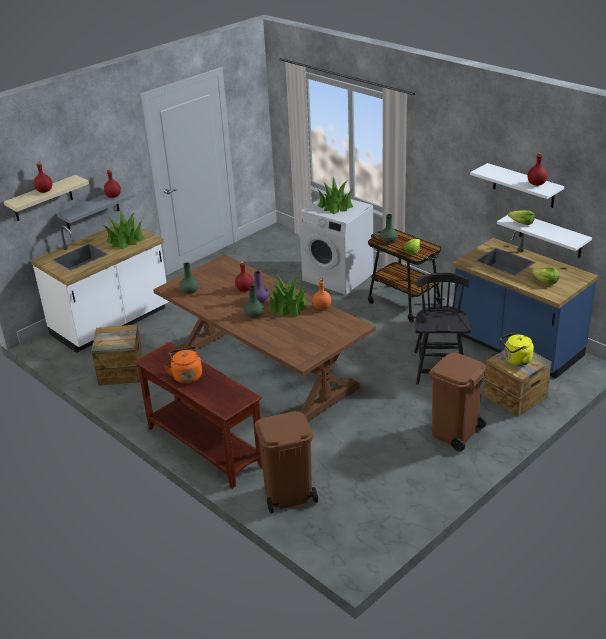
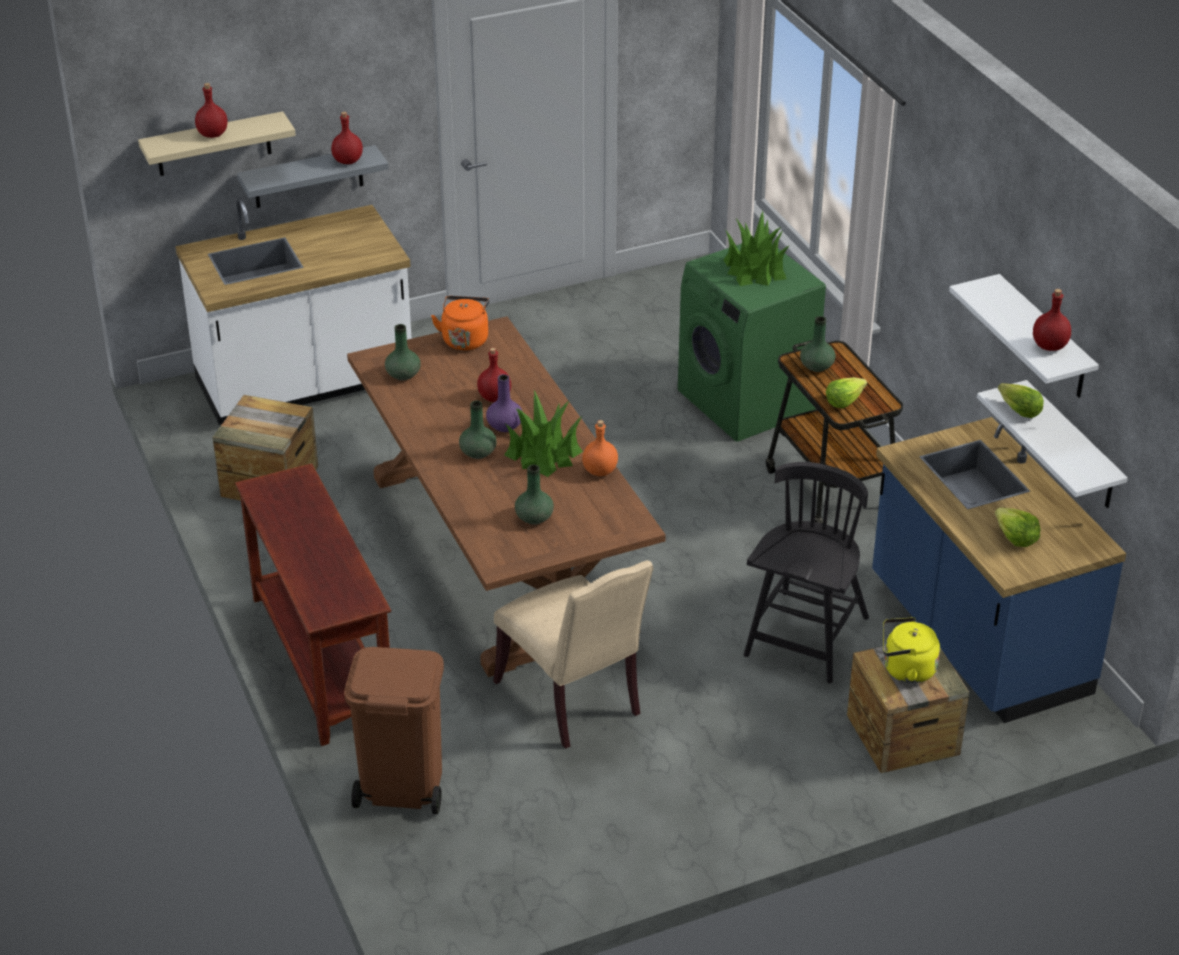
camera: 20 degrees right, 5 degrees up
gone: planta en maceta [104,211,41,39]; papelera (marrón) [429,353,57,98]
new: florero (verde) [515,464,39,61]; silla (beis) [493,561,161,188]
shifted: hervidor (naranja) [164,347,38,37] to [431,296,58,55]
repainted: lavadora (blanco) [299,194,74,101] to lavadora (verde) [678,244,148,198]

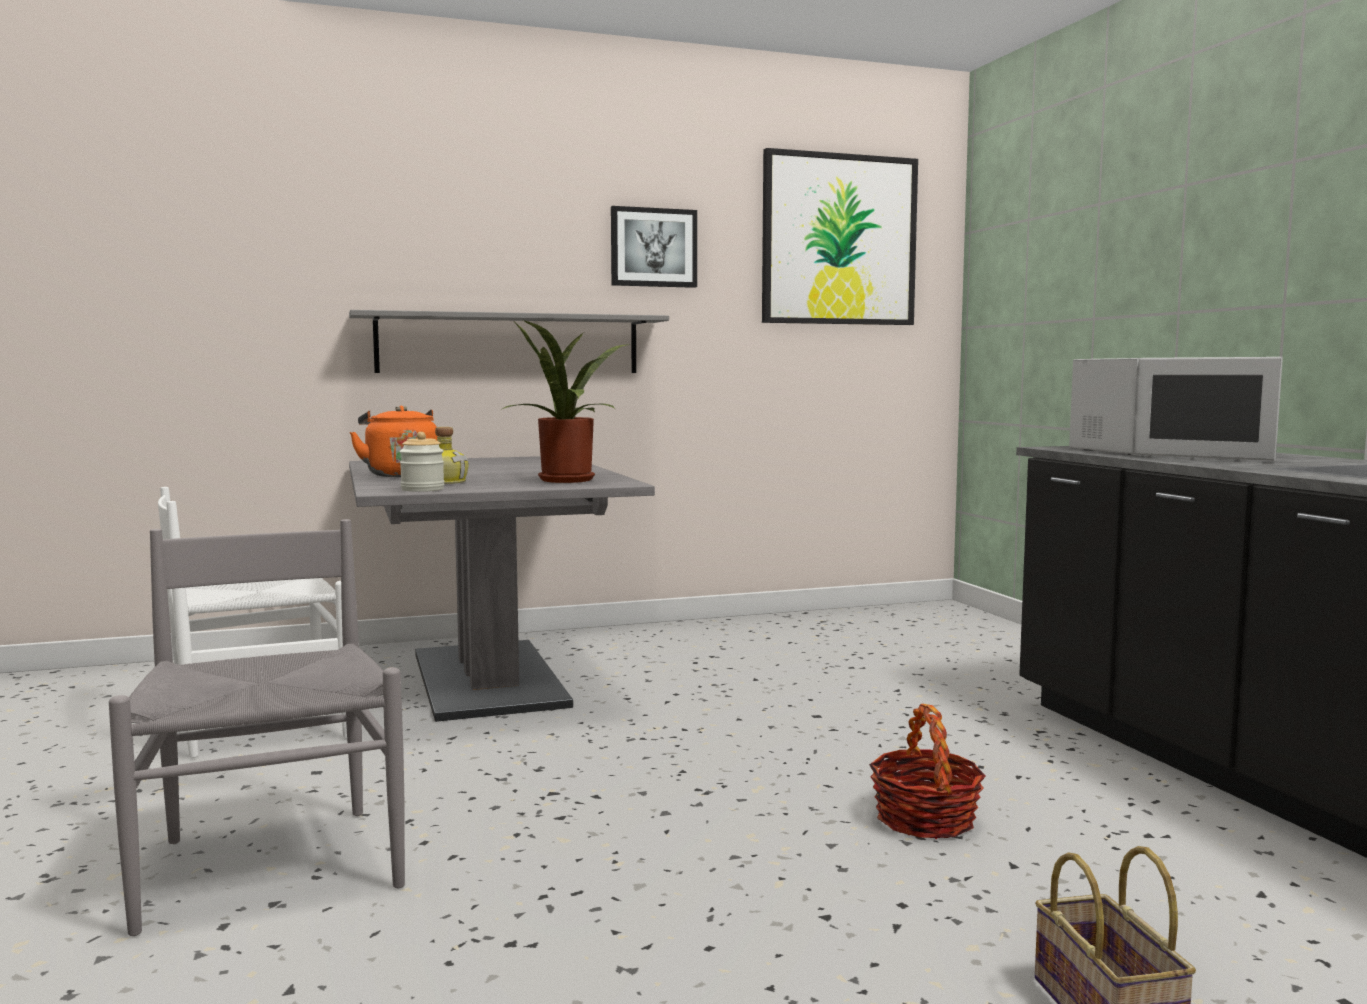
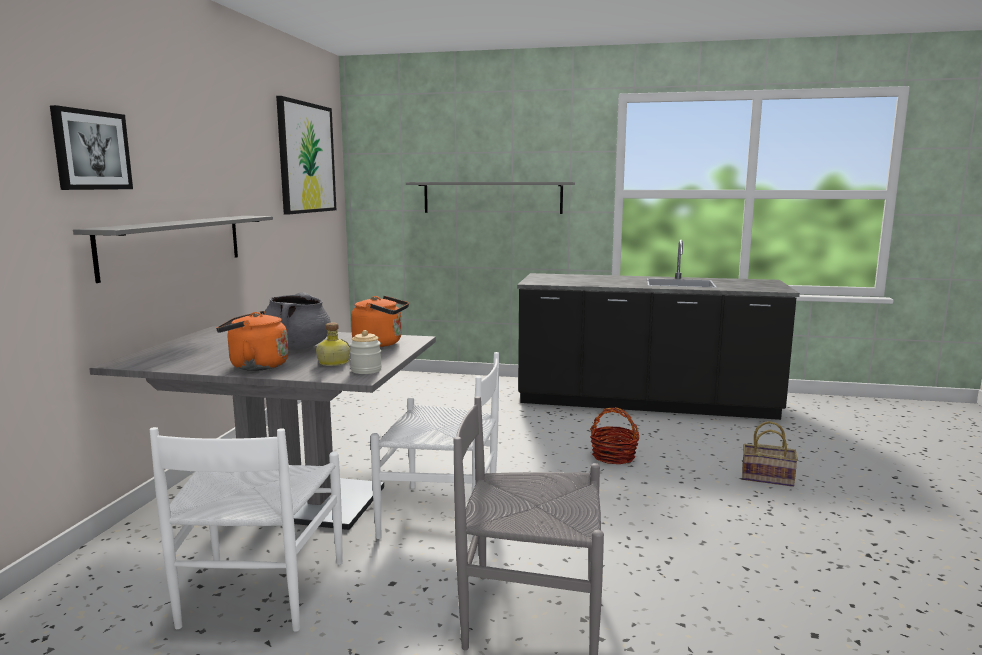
camera: 60 degrees left, 5 degrees up
gone: microondas (blanco) [1069,357,214,104]
new: estante (gris) [406,182,169,32]; olla (gris) [264,292,67,58]; silla (blanco) [371,352,128,187]
shifted: cuadro [611,206,86,82] to [50,105,83,85]
swapped: planta en maceta [500,320,130,163] to hervidor (naranja) [351,296,58,51]

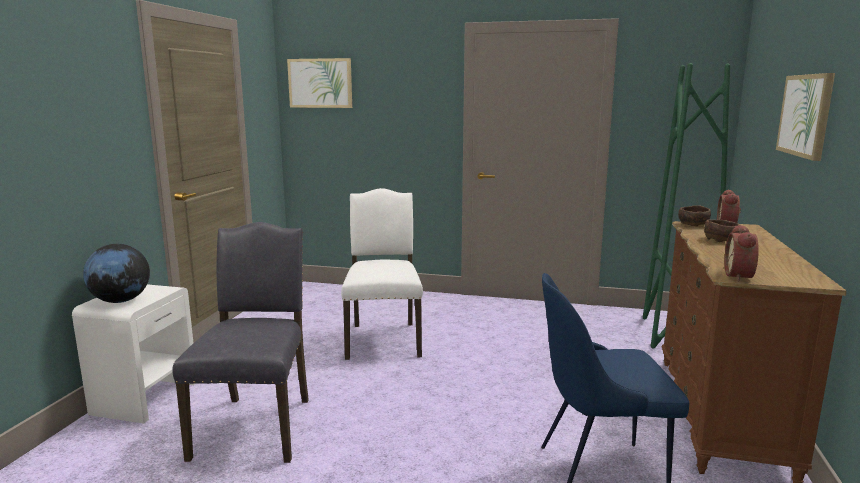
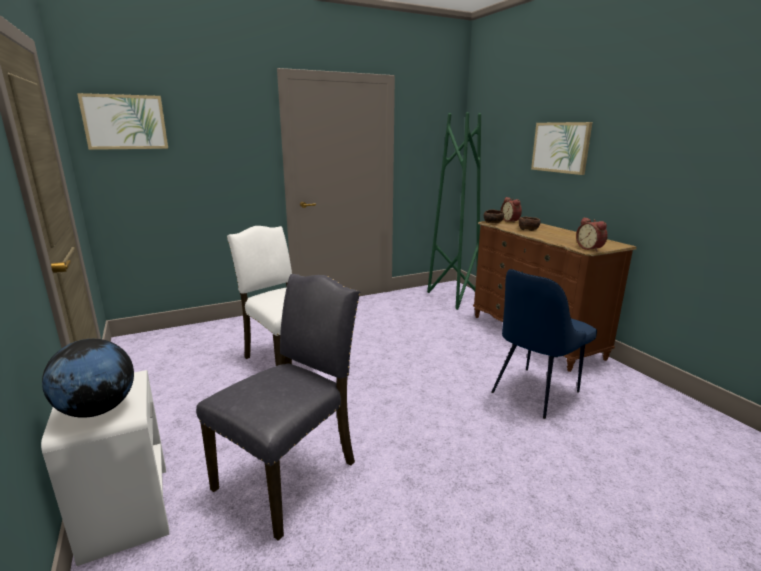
camera: 40 degrees left, 5 degrees up
rotated: silla (gris) [172,222,137,241] = [196,274,164,267] 75 degrees clockwise

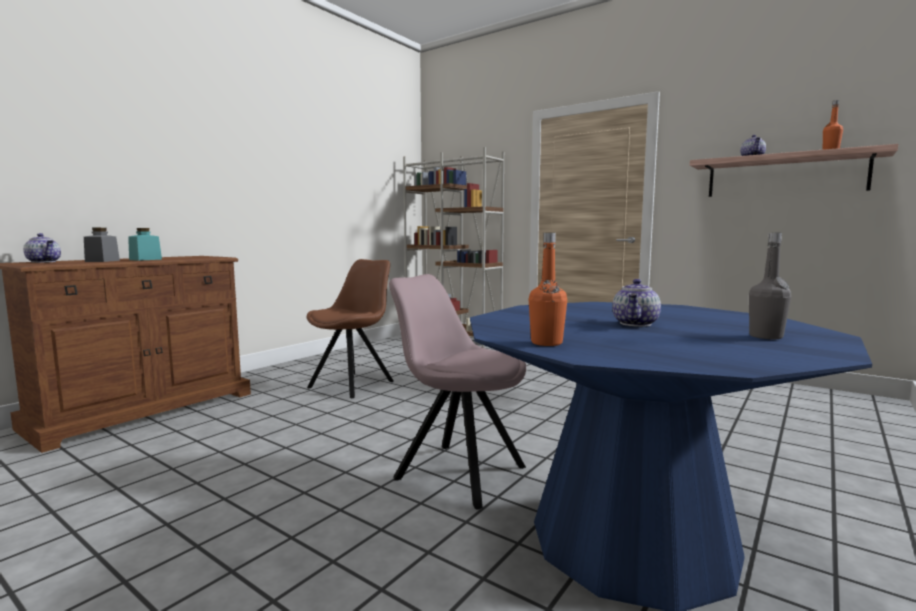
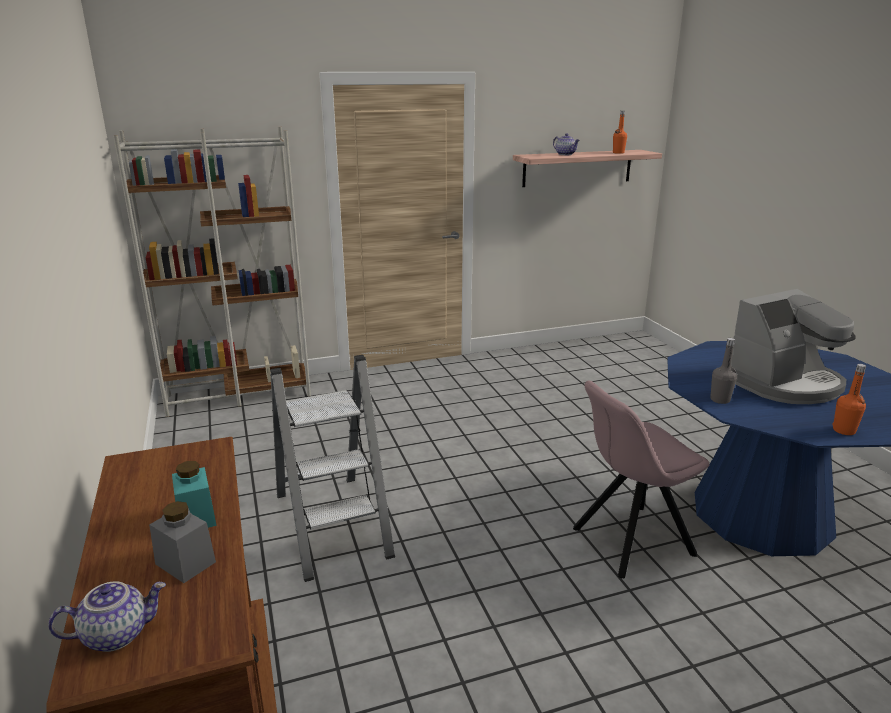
camera: 55 degrees left, 15 degrees up
shifted: botella (gris) [749,233,42,106] to [710,338,27,66]
swapped: silla (marrón) [307,259,87,139] to escalera de tijera (gris) [270,355,125,227]; tetera [612,279,49,48] to cafetera [731,289,124,115]

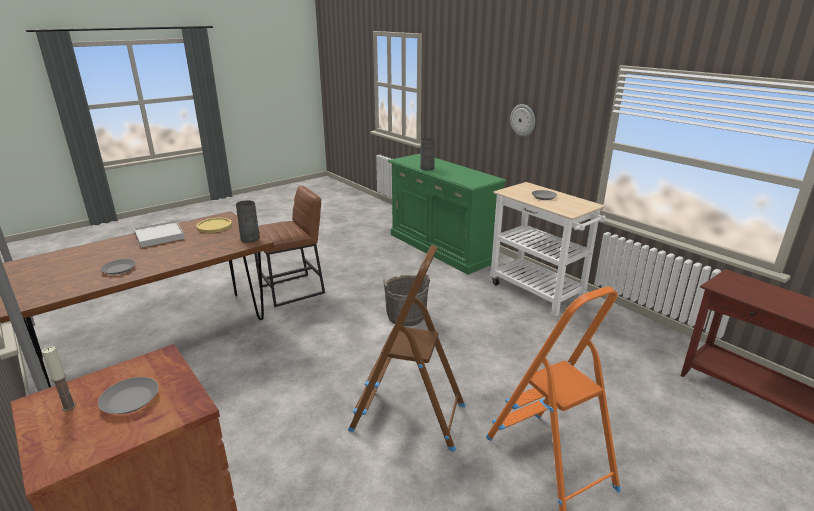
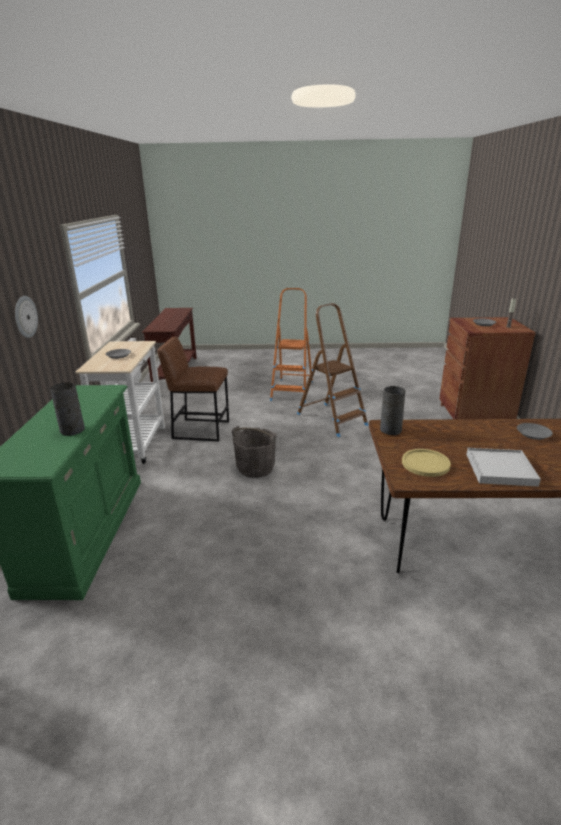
camera: 140 degrees left, 0 degrees up
shifted: silla (marrón) [255,186,70,121] to [157,337,72,105]

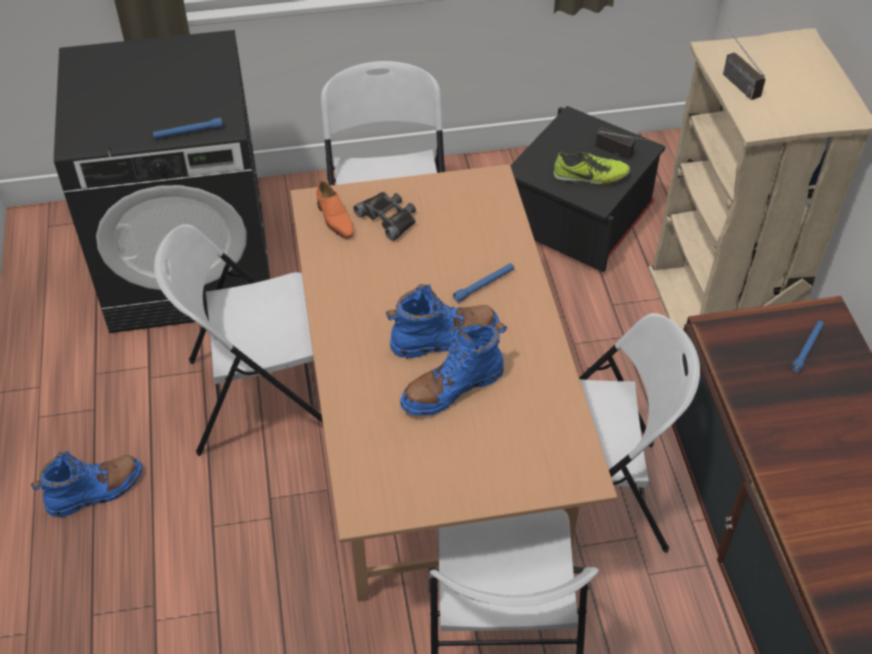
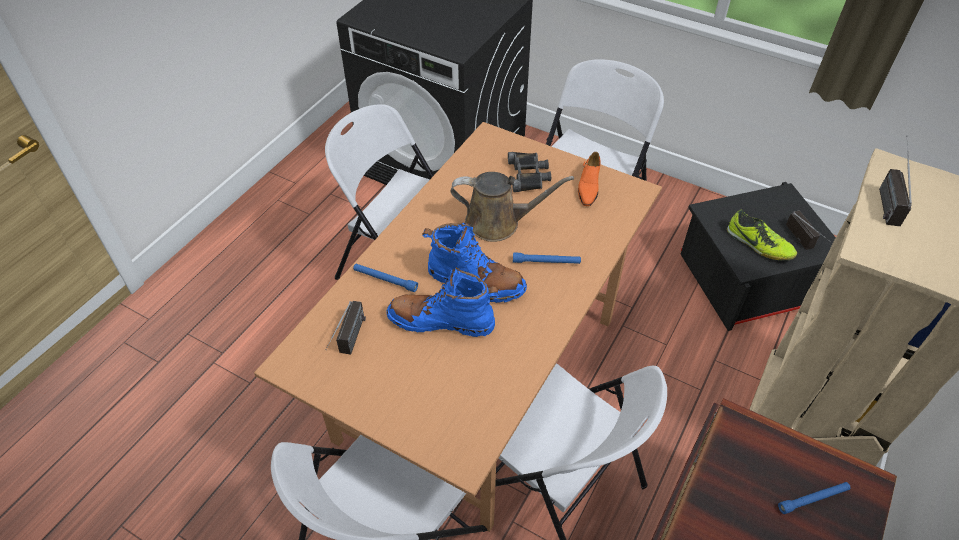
camera: 40 degrees right, 0 degrees up
gone: bota (azul) [31,451,111,66]
new: regadera (marrón) [450,172,124,70]; radio [325,301,41,54]
shifted: linterna (azul) [153,117,70,22] to [353,264,65,28]; zapato (naranja) [316,181,38,58] to [578,152,23,54]

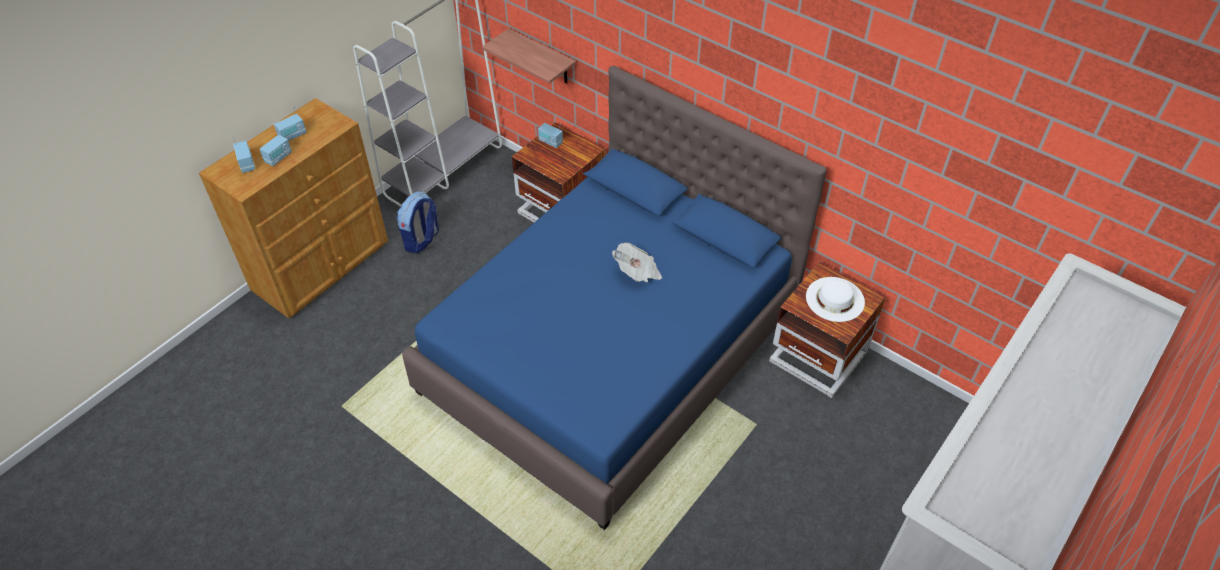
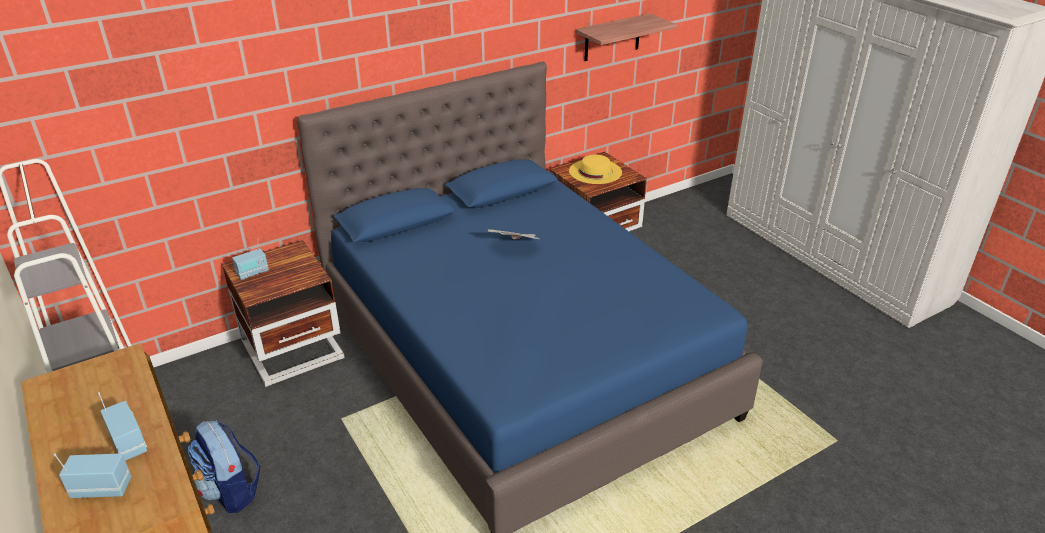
camera: 70 degrees left, 15 degrees down
gone: radio [274,106,33,35]
shifted: estante [482,28,94,56] to [575,13,103,48]
repainted: sombrero (blanco) [806,277,59,45] to sombrero (amarillo) [569,154,53,30]

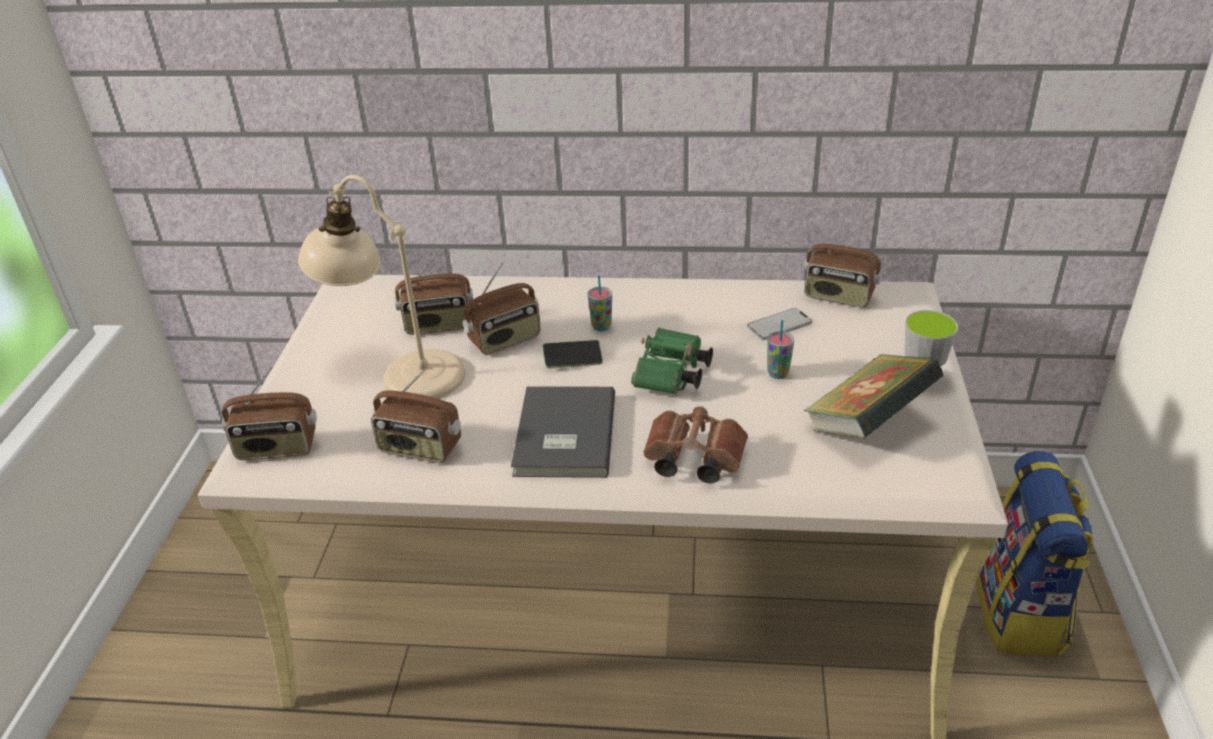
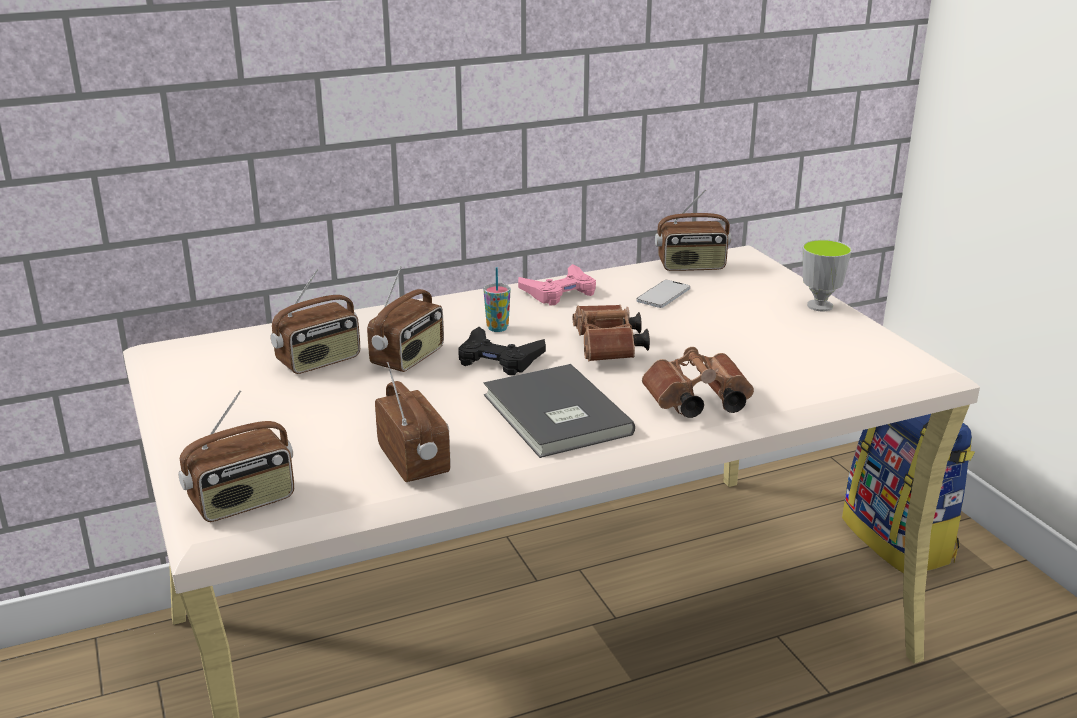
camera: 30 degrees left, 10 degrees down
gone: lámpara de mesa (beis) [298,175,167,224]; taza [767,320,27,59]; libro [804,354,139,85]
new: mando de consola (rosa) [518,264,78,41]
swapped: móvil [542,340,61,28] to mando de consola (negro) [458,327,88,48]
repainted: prismáticos (verde) [631,327,82,67] to prismáticos (marrón) [573,305,77,56]
rotated: radio [371,369,90,94] = [375,362,76,120] 105 degrees counterclockwise

